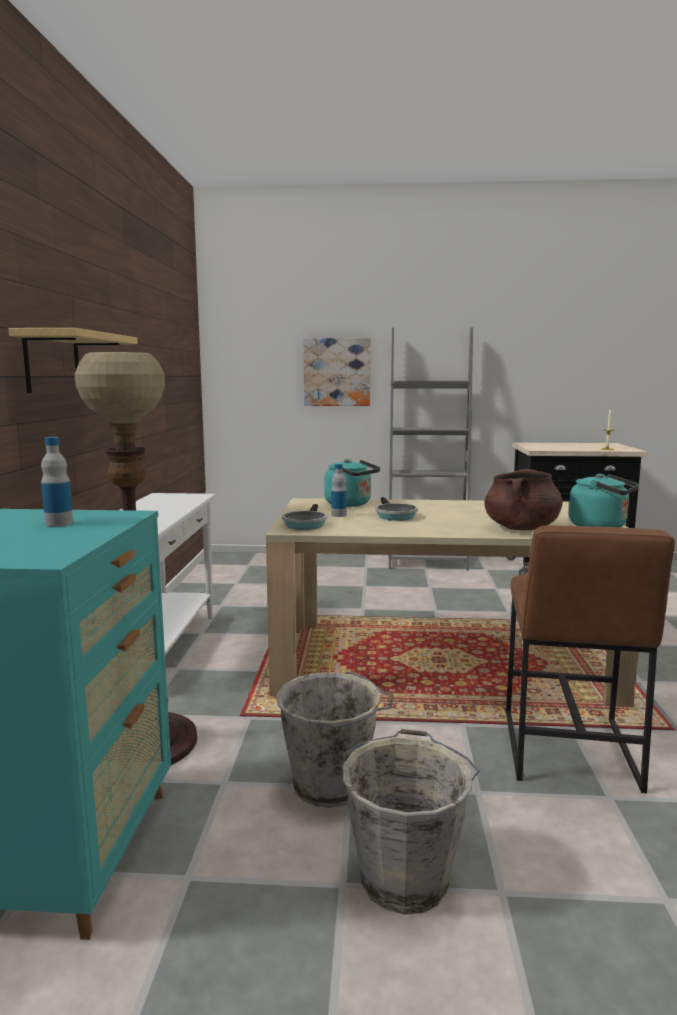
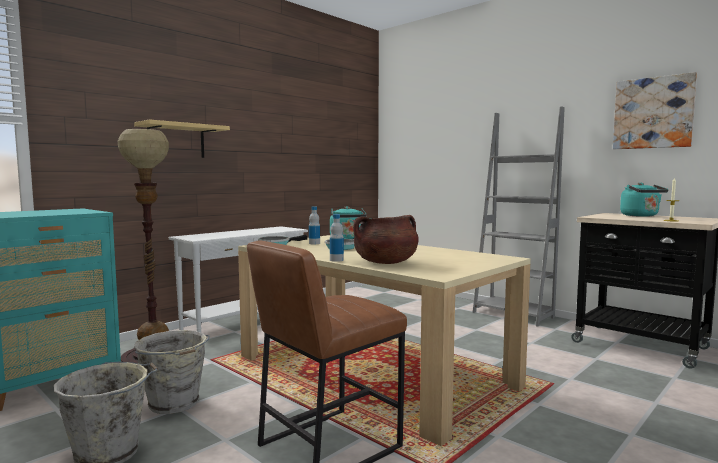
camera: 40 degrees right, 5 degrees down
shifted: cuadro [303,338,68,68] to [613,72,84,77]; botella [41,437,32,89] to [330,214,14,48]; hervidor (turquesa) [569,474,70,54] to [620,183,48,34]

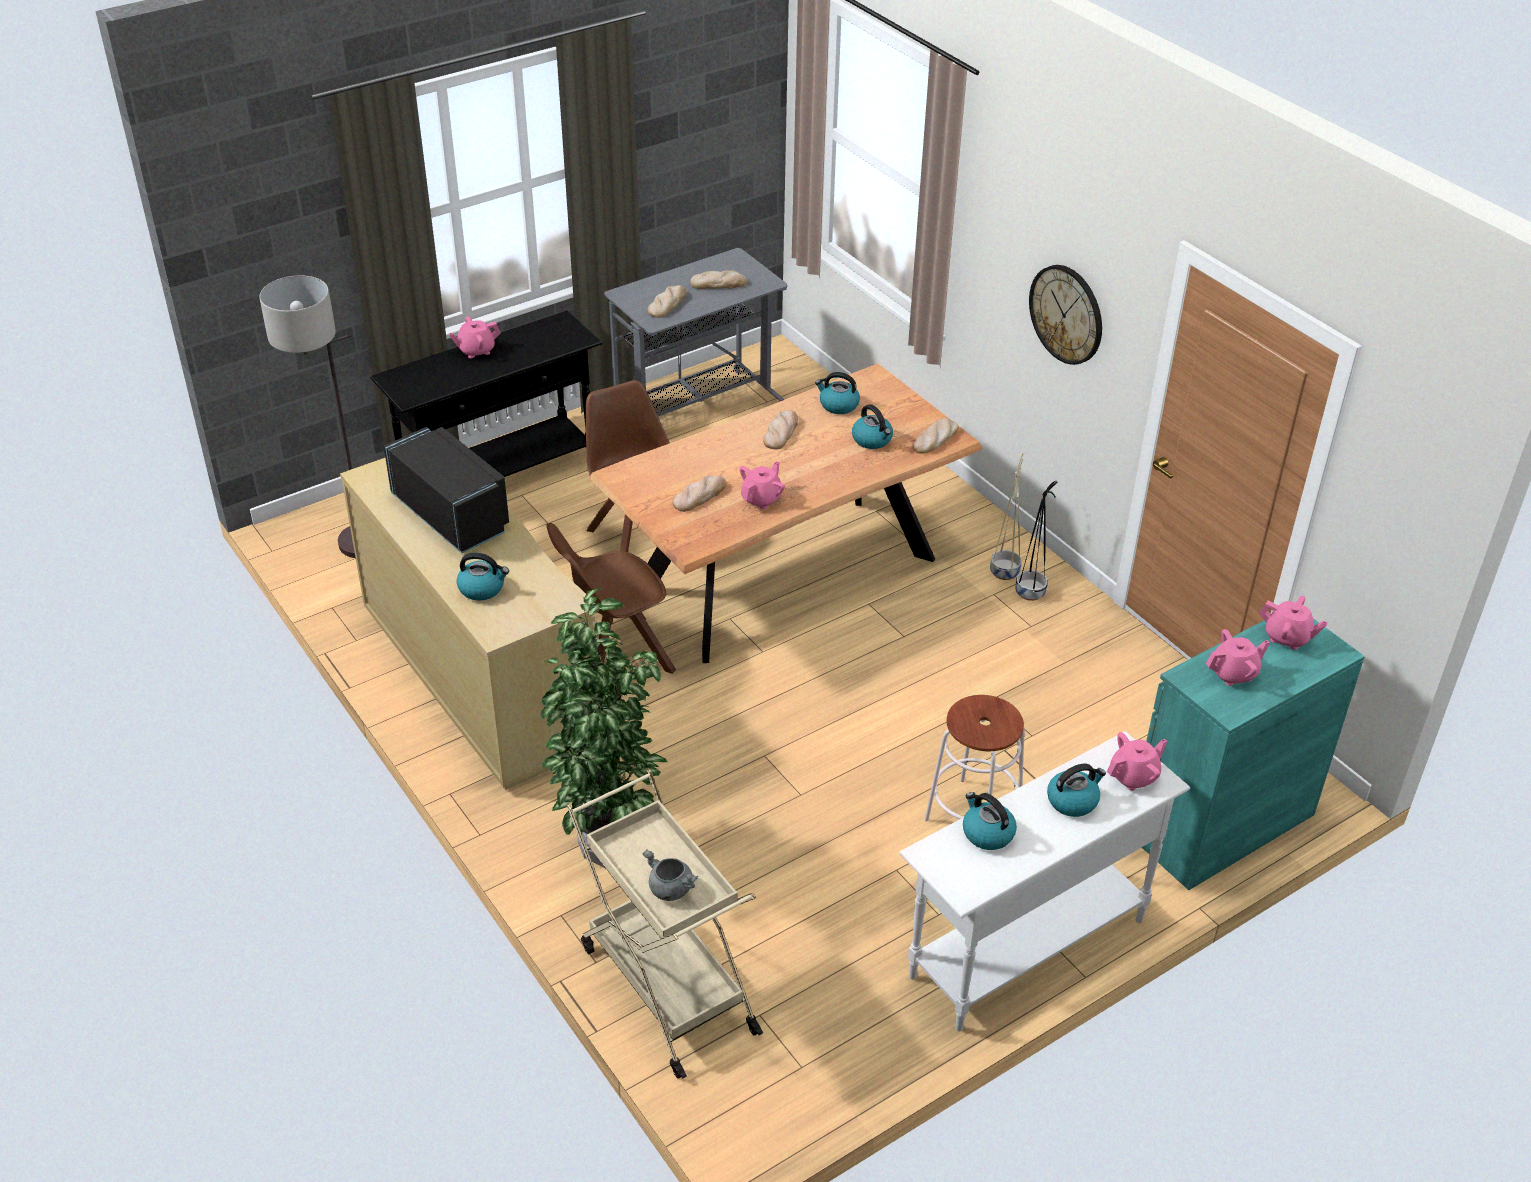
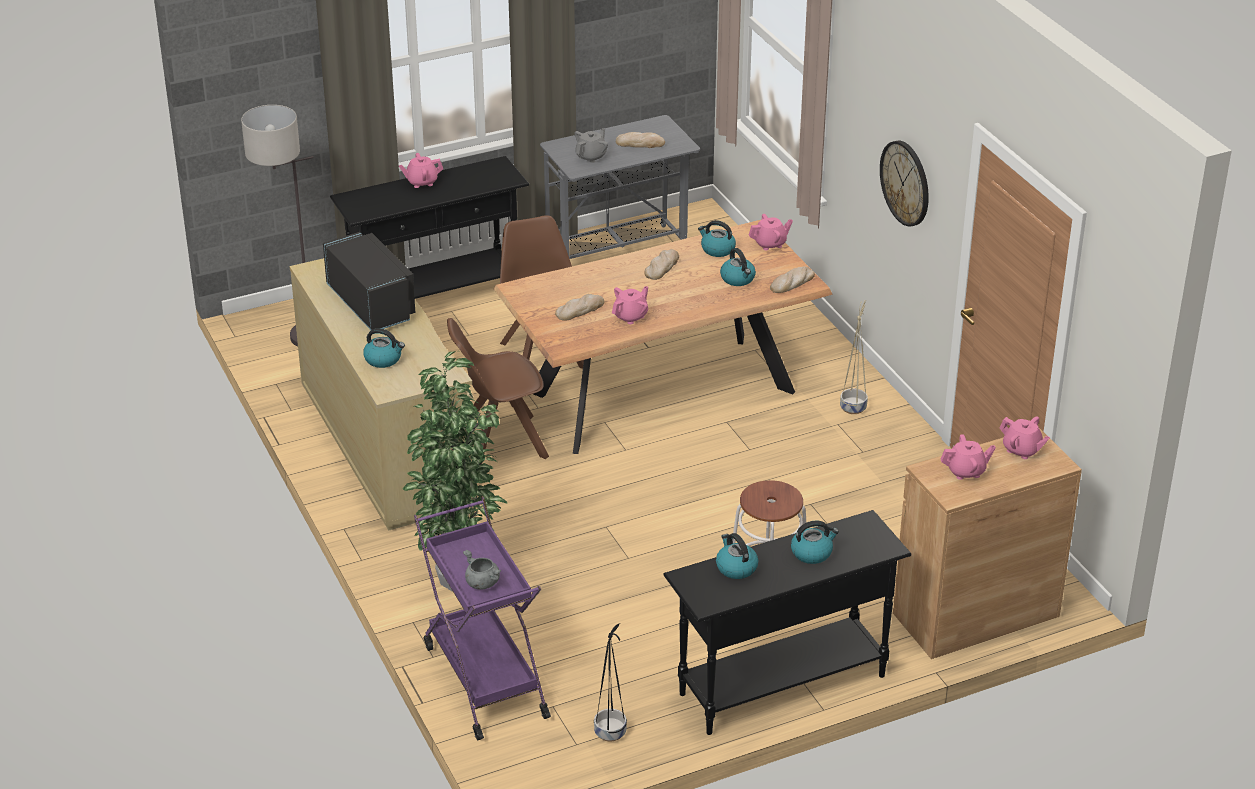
camera: 10 degrees right, 5 degrees down
shifted: maceta (negro) [1015,480,43,121] to [594,623,33,119]; tetera (rosa) [1107,732,61,59] to [749,214,44,36]
swapped: pan [647,285,40,33] to tetera (gris) [575,129,33,34]
repainted: armario (turquesa) [1142,619,223,271] to armario (marrón) [893,428,189,231]; mesa consola (blanco) [899,731,291,301] to mesa consola (negro) [663,510,249,225]; carrito (beis) [567,767,196,312] to carrito (morado) [414,496,137,244]

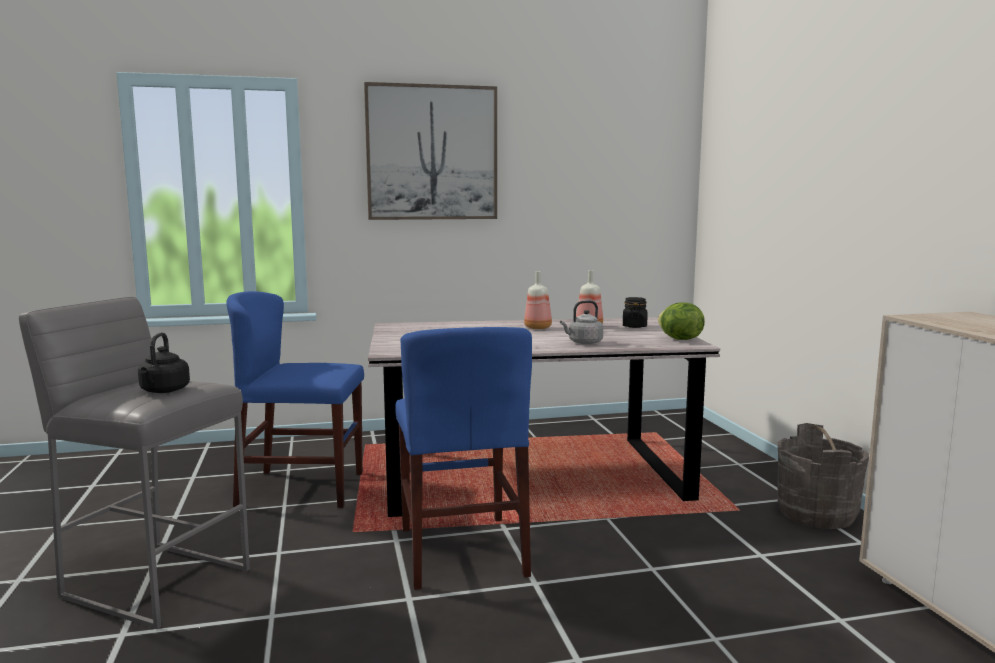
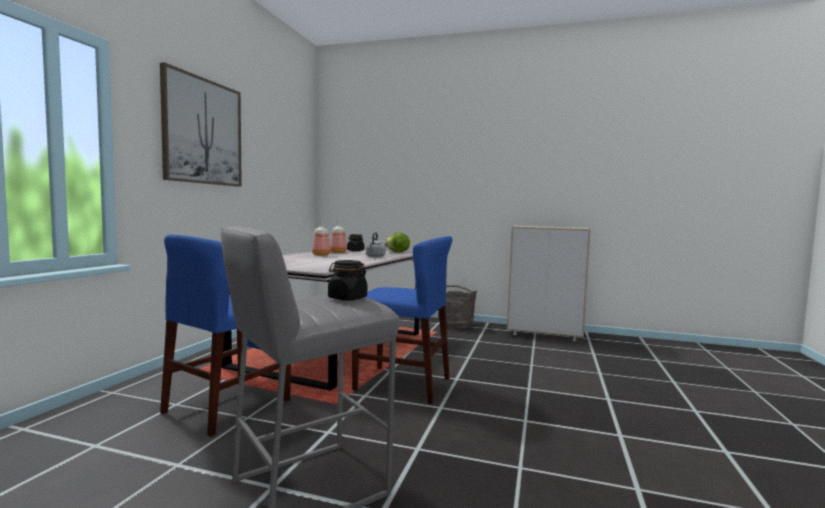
camera: 60 degrees left, 5 degrees down
swapped: hervidor (negro) [138,332,52,61] to tarro (negro) [328,260,40,41]

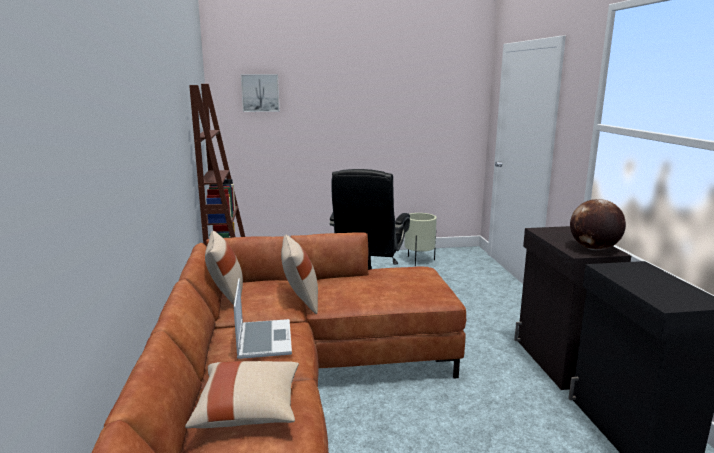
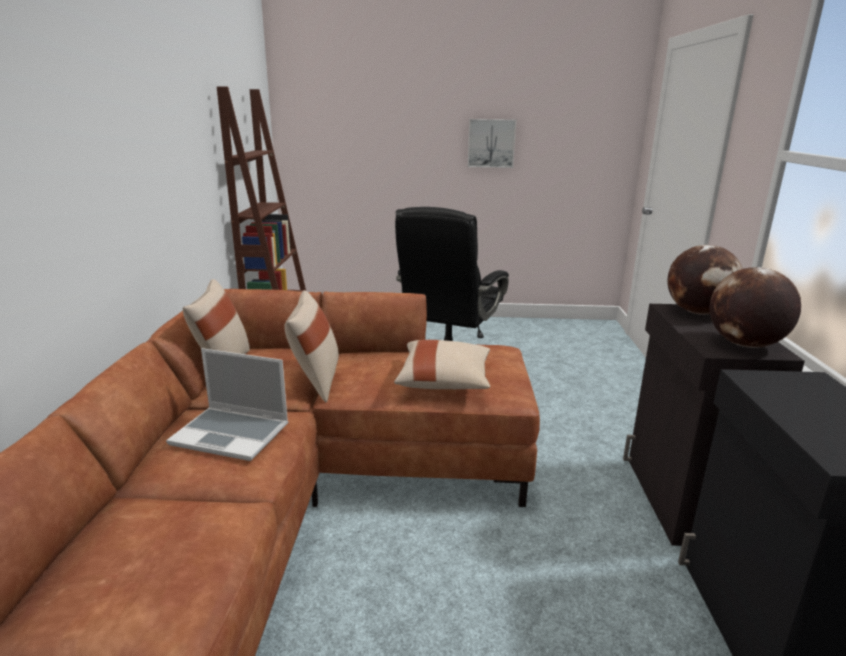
camera: 10 degrees right, 5 degrees up
gone: maceta (beis) [404,213,33,53]
new: globo terráqueo [667,245,76,70]
shifted: cuadro [241,74,39,38] to [468,119,48,49]; cojín (beis) [185,361,114,67] to [394,340,96,49]
rotated: portátil [234,279,58,80] = [166,348,122,113] 105 degrees clockwise

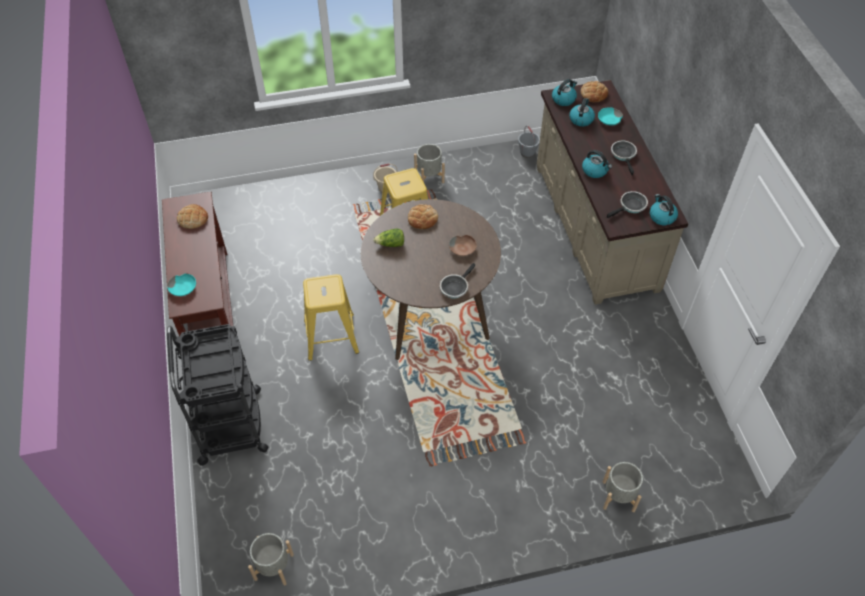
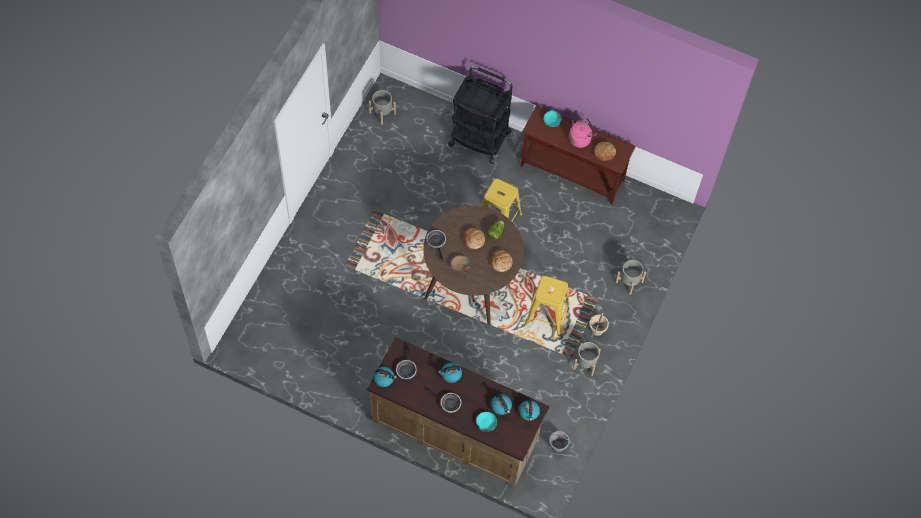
camera: 125 degrees right, 10 degrees up
new: hervidor (rosa) [569,118,28,30]
shifted: pan [581,81,27,21] to [463,228,22,21]; maceta (gris) [603,462,40,50] to [616,260,30,35]

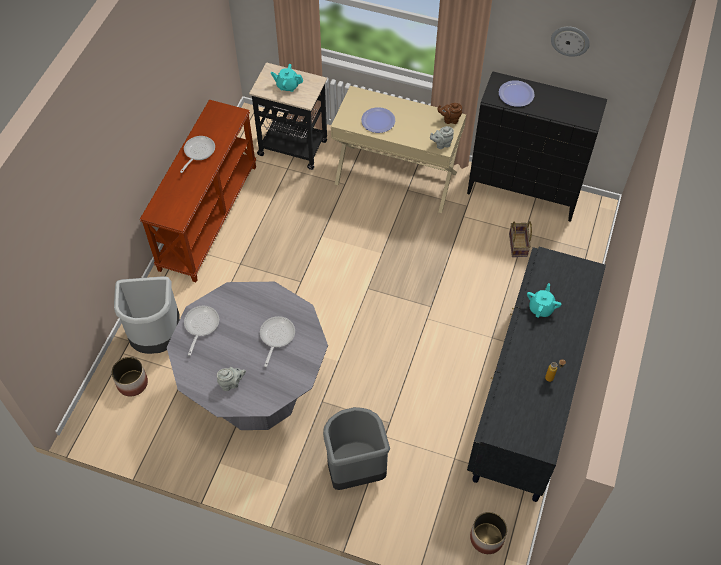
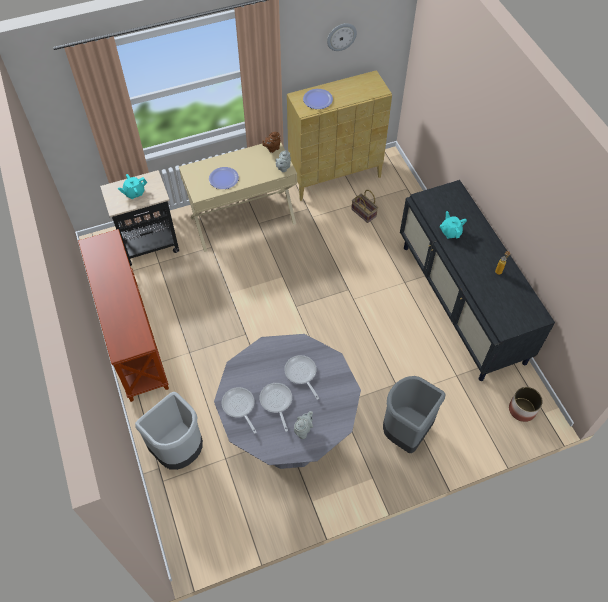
camera: 40 degrees left, 0 degrees up
gone: maceta [111,357,37,40]
shifted: sartén [180,136,35,37] to [259,383,33,49]
repainted: cómoda (negro) [467,71,140,151] to cómoda (beis) [287,70,105,131]

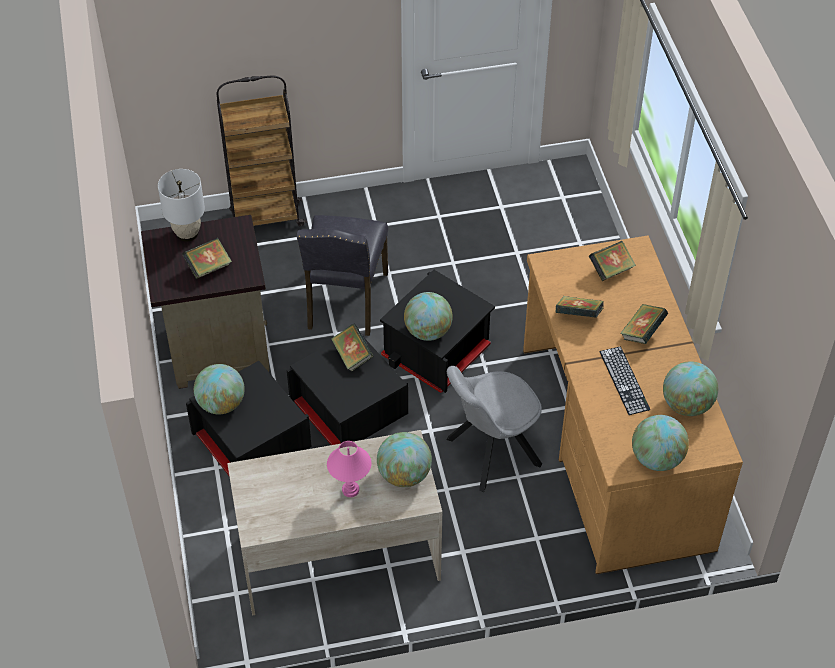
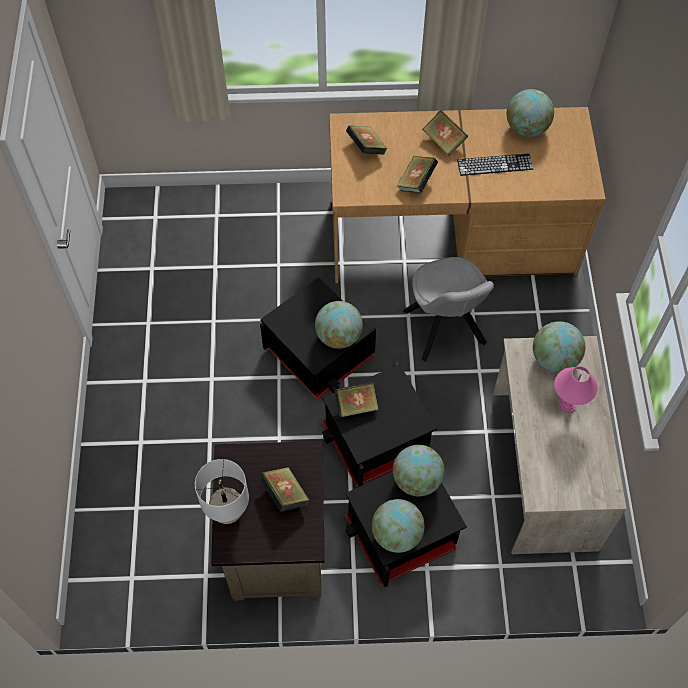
camera: 80 degrees left, 10 degrees up
gone: carrito (marrón) [217,76,90,150]; silla (gris) [296,215,92,121]
shifted: globo terráqueo [632,415,57,56] to [393,445,51,51]

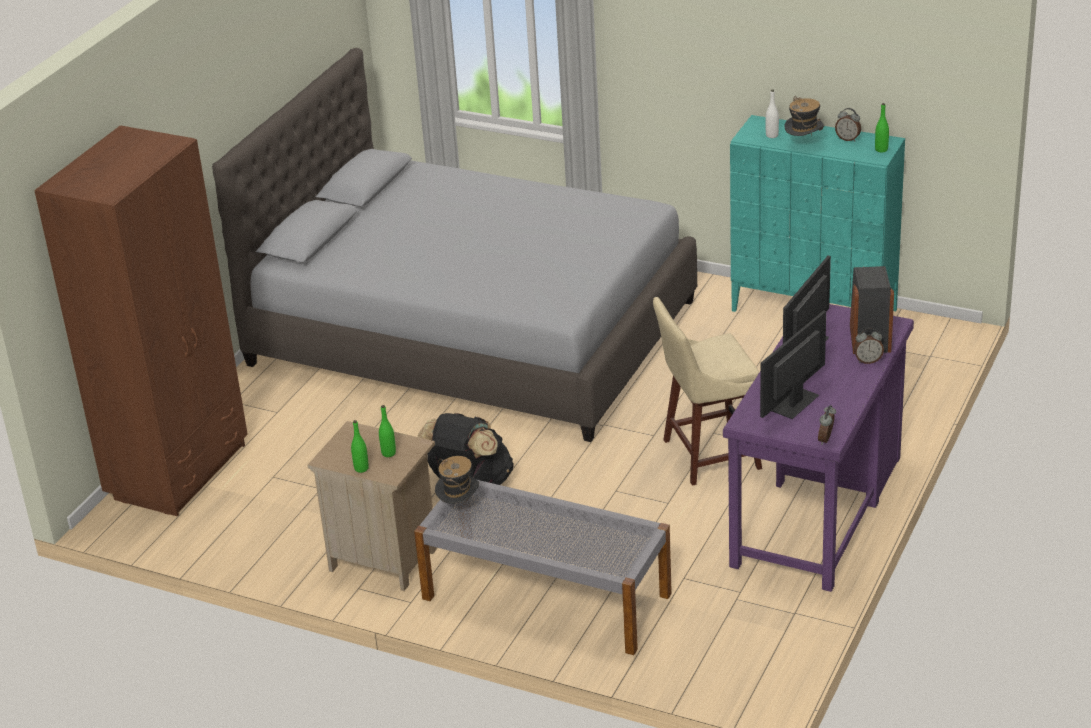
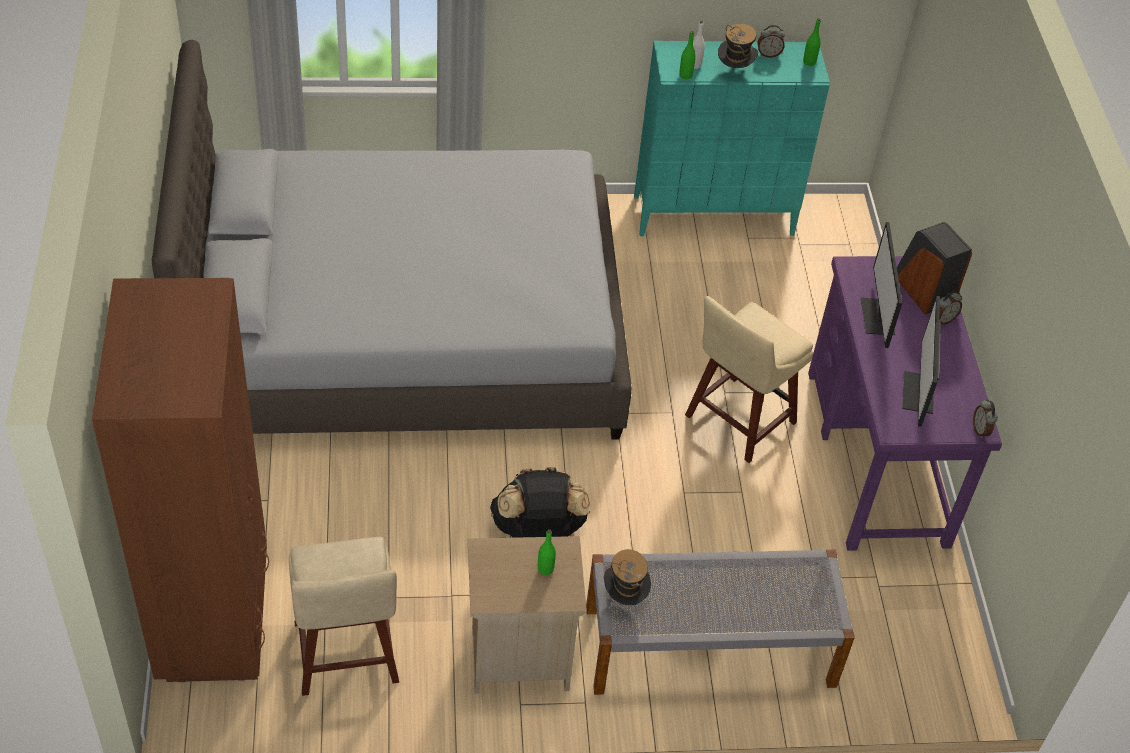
camera: 35 degrees left, 15 degrees up
new: silla (beis) [289,537,110,159]
shifted: botella (verde) [351,420,18,53] to [679,31,17,48]

